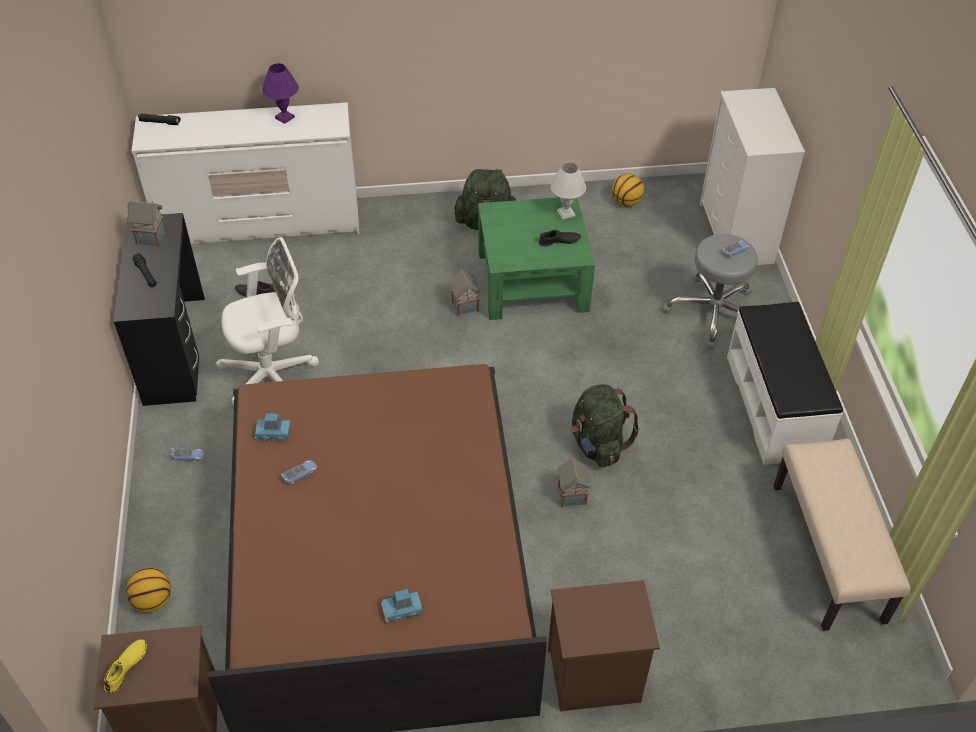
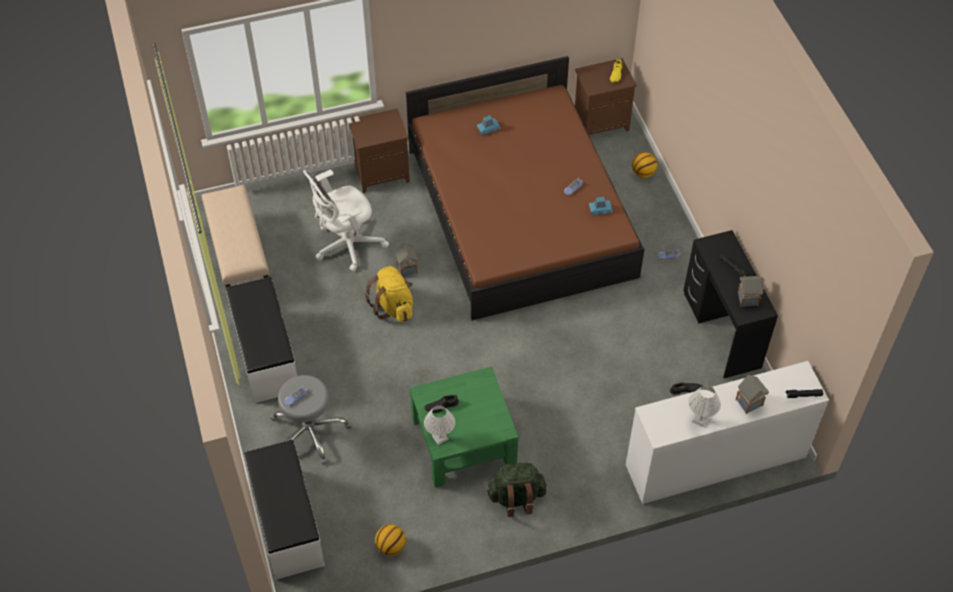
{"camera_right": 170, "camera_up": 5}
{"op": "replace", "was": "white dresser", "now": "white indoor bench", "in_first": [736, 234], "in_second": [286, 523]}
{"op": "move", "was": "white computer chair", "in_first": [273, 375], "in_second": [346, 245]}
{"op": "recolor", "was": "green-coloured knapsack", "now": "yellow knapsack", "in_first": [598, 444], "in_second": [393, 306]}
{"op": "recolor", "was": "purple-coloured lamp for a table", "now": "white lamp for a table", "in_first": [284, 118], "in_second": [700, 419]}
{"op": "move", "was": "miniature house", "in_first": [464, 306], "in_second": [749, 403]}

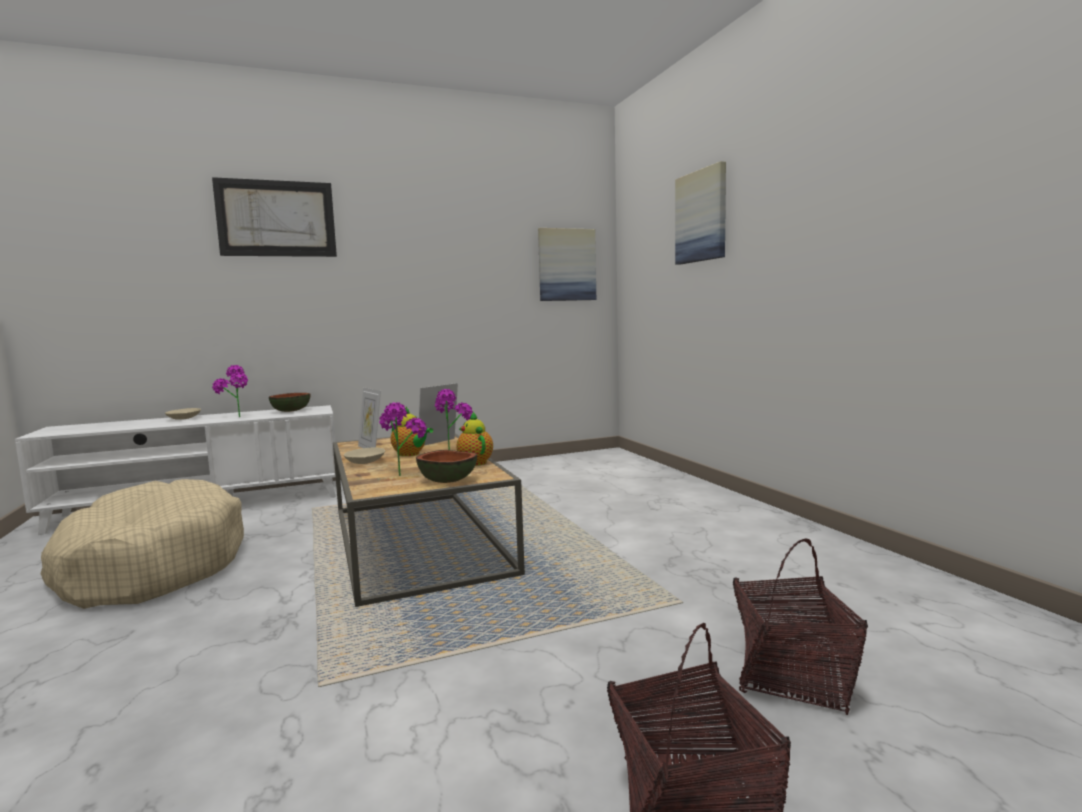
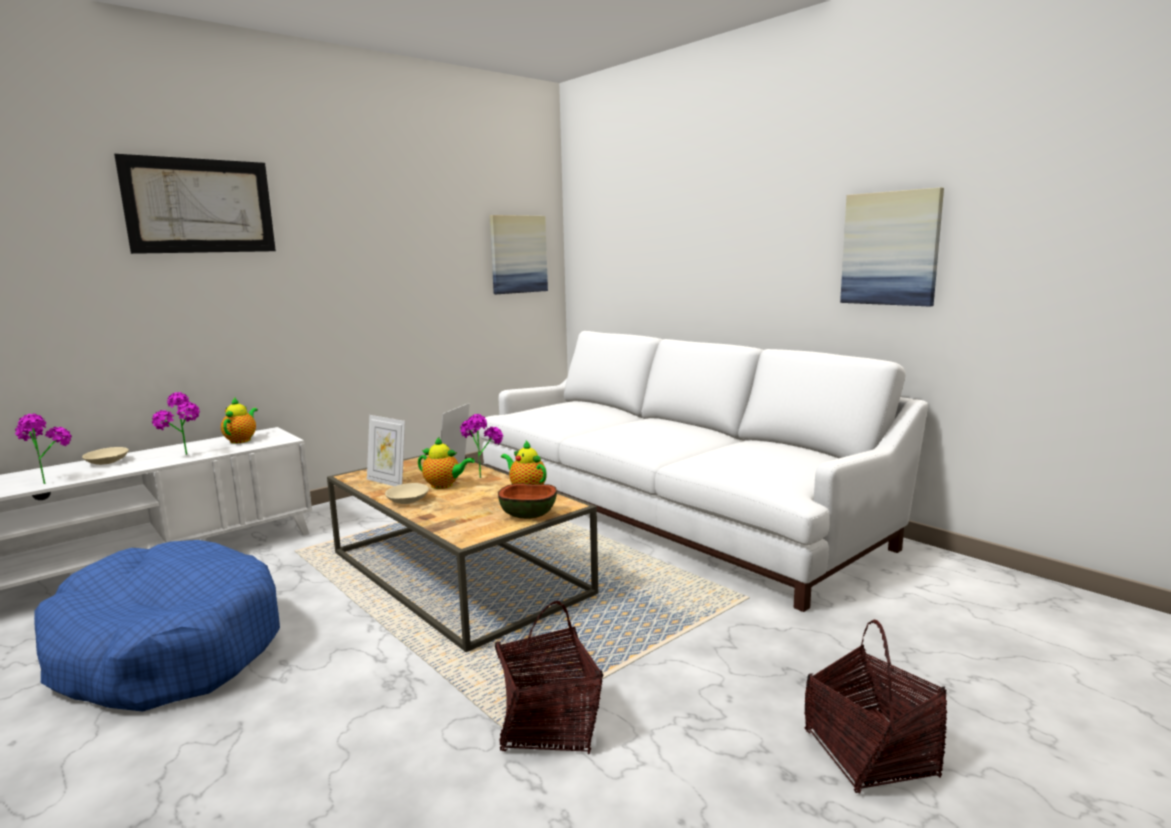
{"camera_right": -20, "camera_up": 5}
{"op": "move", "was": "plant in a pot", "in_first": [403, 473], "in_second": [49, 481]}
{"op": "recolor", "was": "beige-coloured pet bed", "now": "blue-coloured pet bed", "in_first": [150, 566], "in_second": [167, 649]}
{"op": "replace", "was": "serving bowl", "now": "pot for tea", "in_first": [291, 411], "in_second": [242, 440]}
{"op": "insert", "now": "white settee", "in_second": [669, 509]}
{"op": "move", "was": "storage basket", "in_first": [792, 677], "in_second": [549, 725]}
{"op": "move", "was": "wall picture", "in_first": [701, 216], "in_second": [890, 248]}

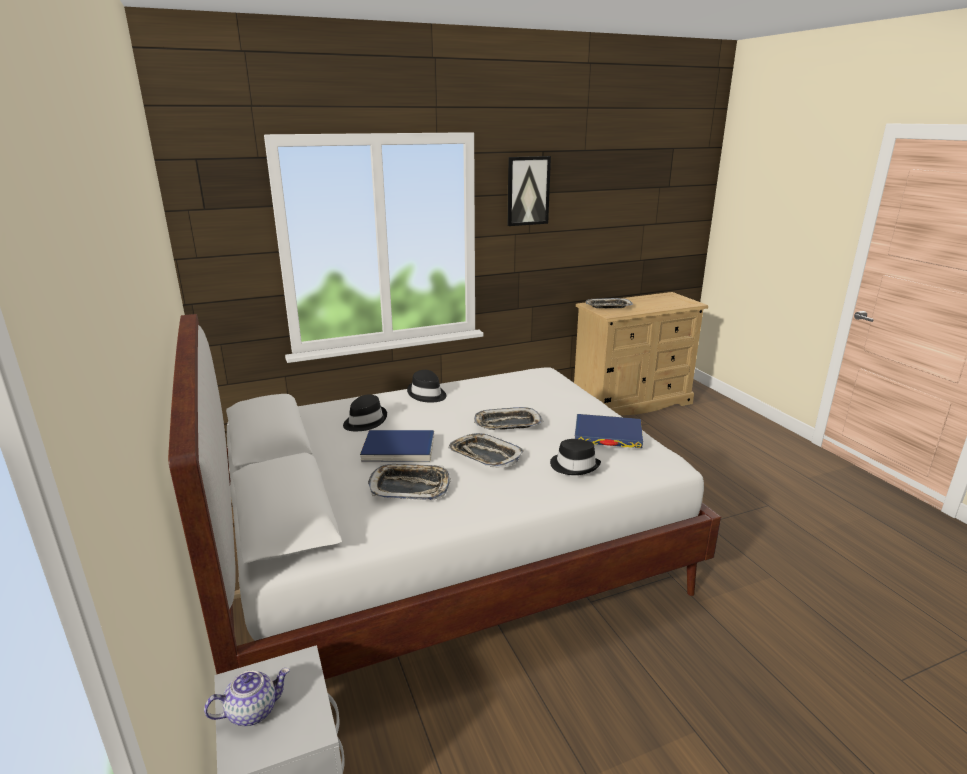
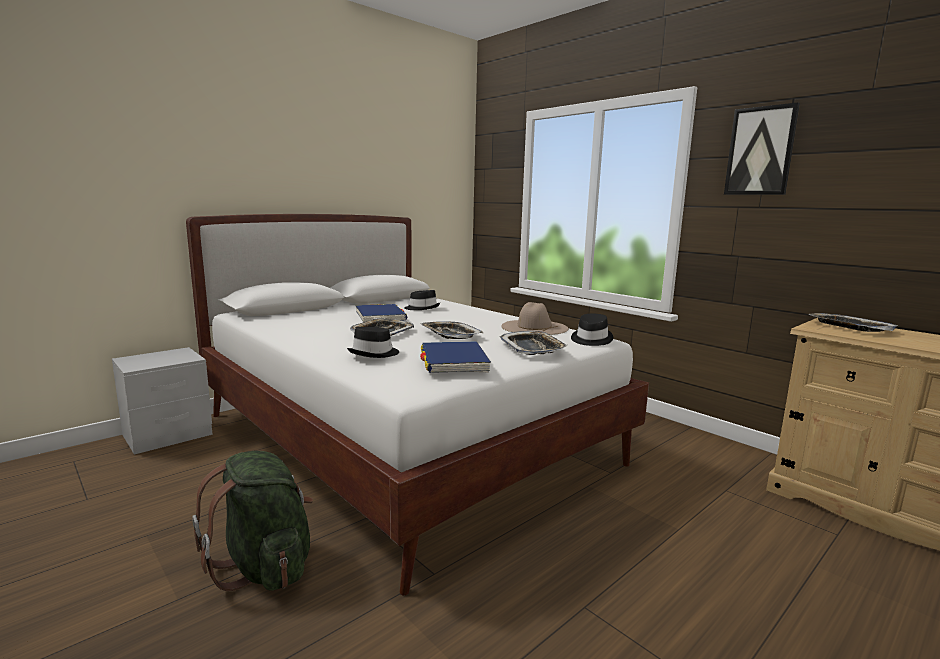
{"camera_right": 70, "camera_up": -10}
{"op": "insert", "now": "green-coloured knapsack", "in_second": [265, 566]}
{"op": "move", "was": "carrying tray", "in_first": [410, 487], "in_second": [532, 348]}
{"op": "insert", "now": "beige-coloured clothing hat", "in_second": [534, 327]}
{"op": "move", "was": "black clothing hat", "in_first": [427, 394], "in_second": [590, 339]}
{"op": "delete", "was": "pot for tea", "in_first": [252, 710]}

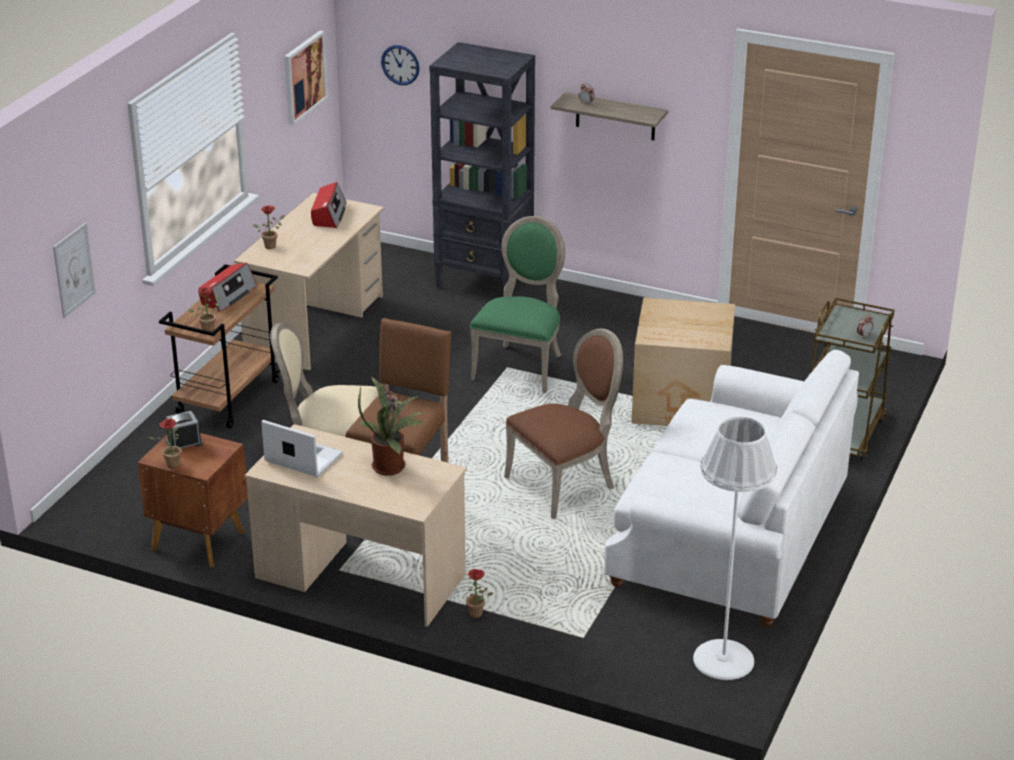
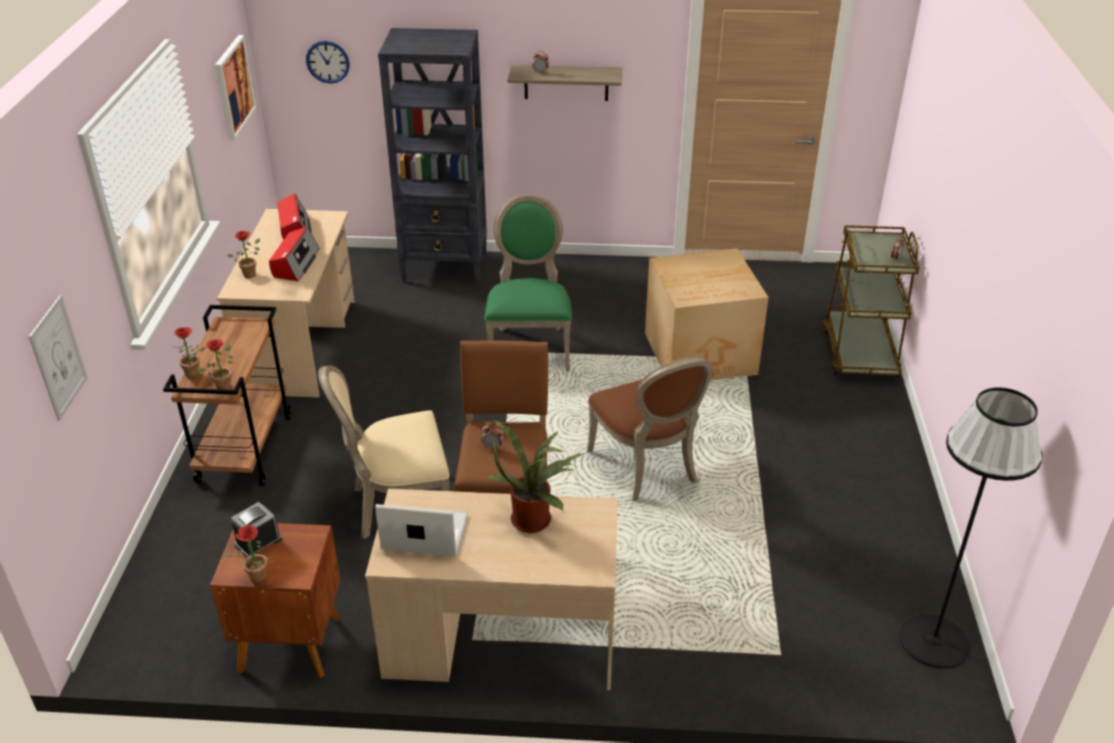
{"camera_right": -20, "camera_up": 5}
{"op": "move", "was": "plant in a pot", "in_first": [478, 614], "in_second": [195, 374]}
{"op": "move", "was": "radio set", "in_first": [227, 295], "in_second": [295, 264]}
{"op": "rotate", "was": "brownish chair", "in_first": [565, 483], "in_second": [648, 468], "clockwise": 120}
{"op": "recolor", "was": "white standing lamp", "now": "black standing lamp", "in_first": [724, 660], "in_second": [934, 641]}
{"op": "delete", "was": "white settee", "in_first": [730, 537]}

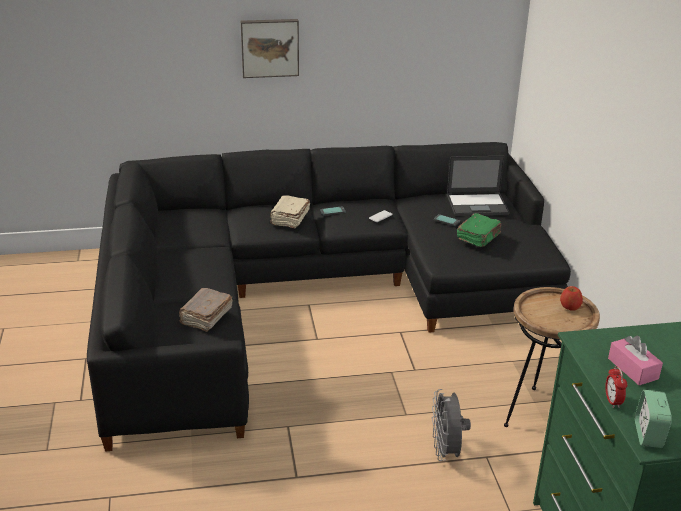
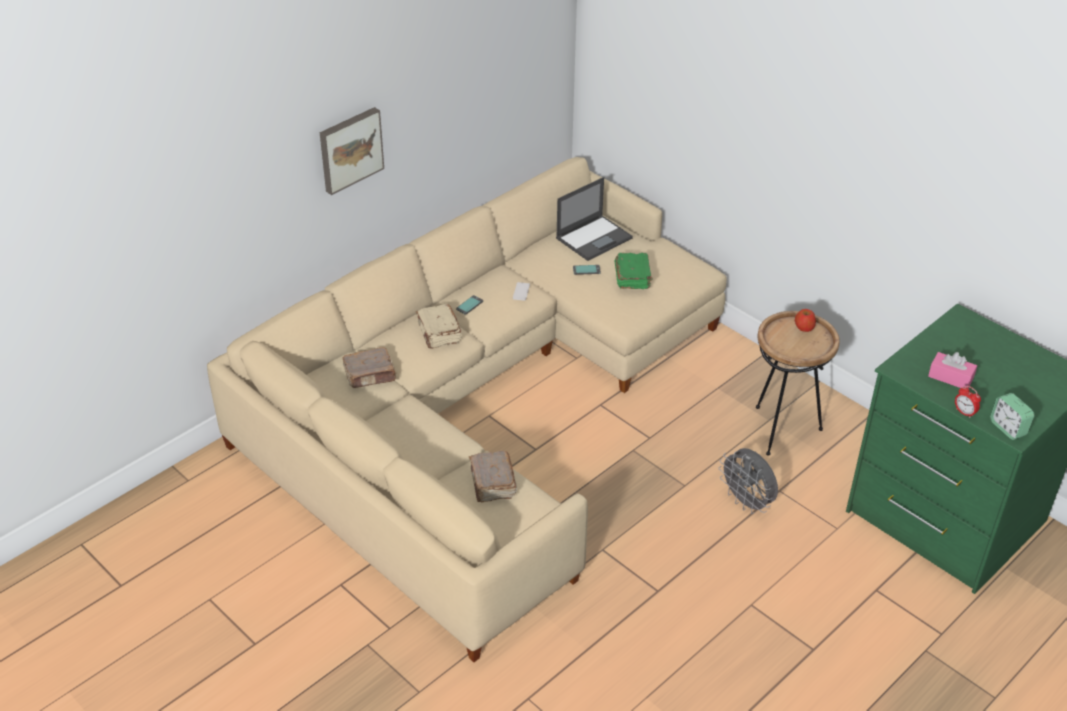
{"camera_right": -35, "camera_up": 10}
{"op": "recolor", "was": "black settee", "now": "beige-coloured settee", "in_first": [307, 296], "in_second": [477, 406]}
{"op": "insert", "now": "brownish volume", "in_second": [370, 375]}

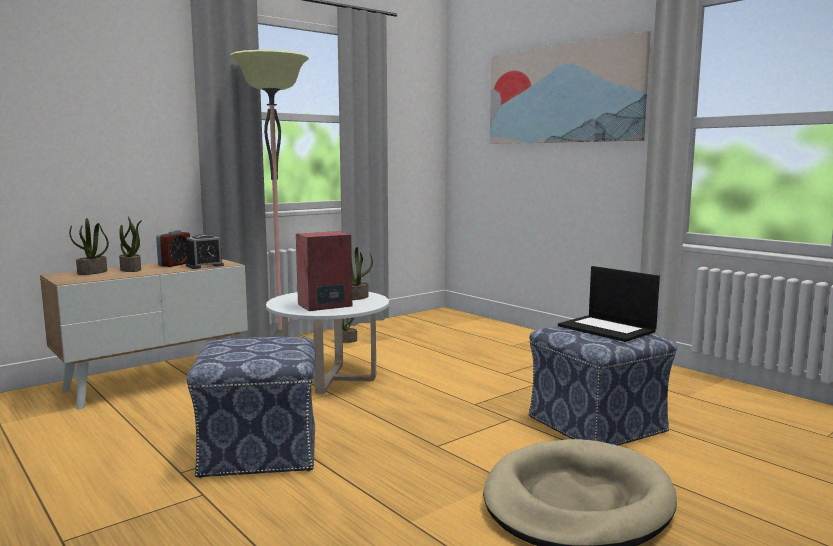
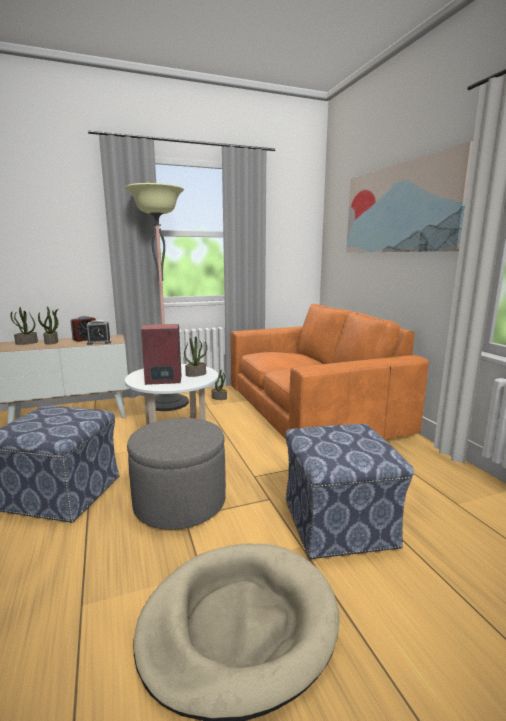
{"camera_right": 20, "camera_up": 5}
{"op": "insert", "now": "grey pouffe", "in_second": [180, 502]}
{"op": "insert", "now": "orangey settee", "in_second": [312, 410]}
{"op": "delete", "was": "laptop", "in_first": [608, 329]}

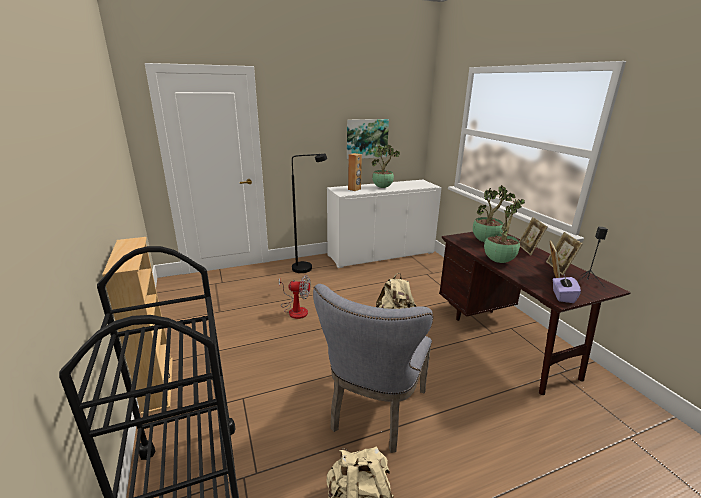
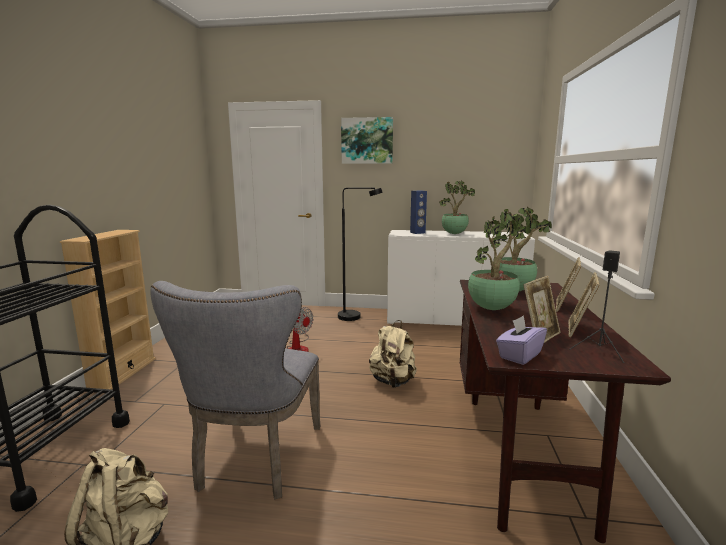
{"camera_right": 30, "camera_up": -10}
{"op": "rotate", "was": "grey chair", "in_first": [374, 413], "in_second": [255, 461], "clockwise": -45}
{"op": "move", "was": "wall picture", "in_first": [367, 138], "in_second": [367, 141]}
{"op": "recolor", "was": "brownish speaker", "now": "blue-coloured speaker", "in_first": [354, 189], "in_second": [417, 232]}

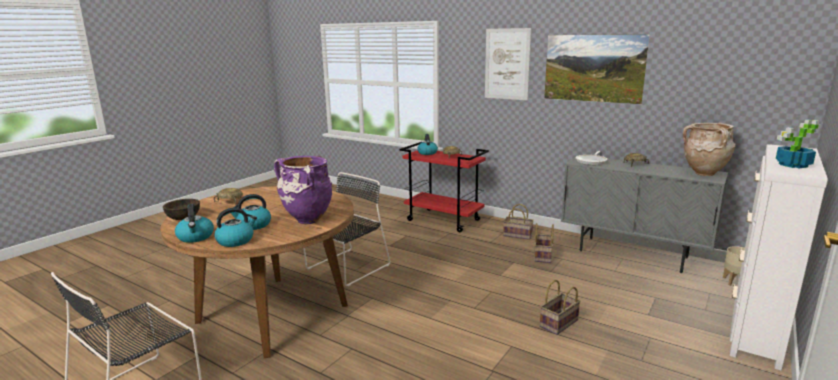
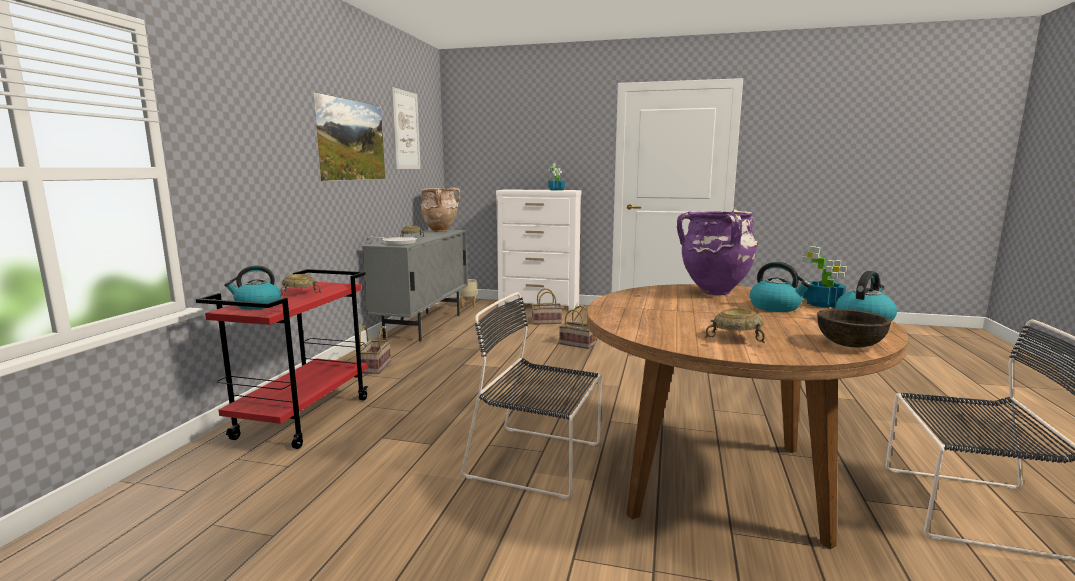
{"camera_right": -110, "camera_up": -5}
{"op": "move", "was": "wall picture", "in_first": [507, 64], "in_second": [406, 130]}
{"op": "move", "was": "storage basket", "in_first": [543, 256], "in_second": [547, 322]}
{"op": "replace", "was": "tea kettle", "now": "plant in a pot", "in_first": [236, 241], "in_second": [822, 304]}

